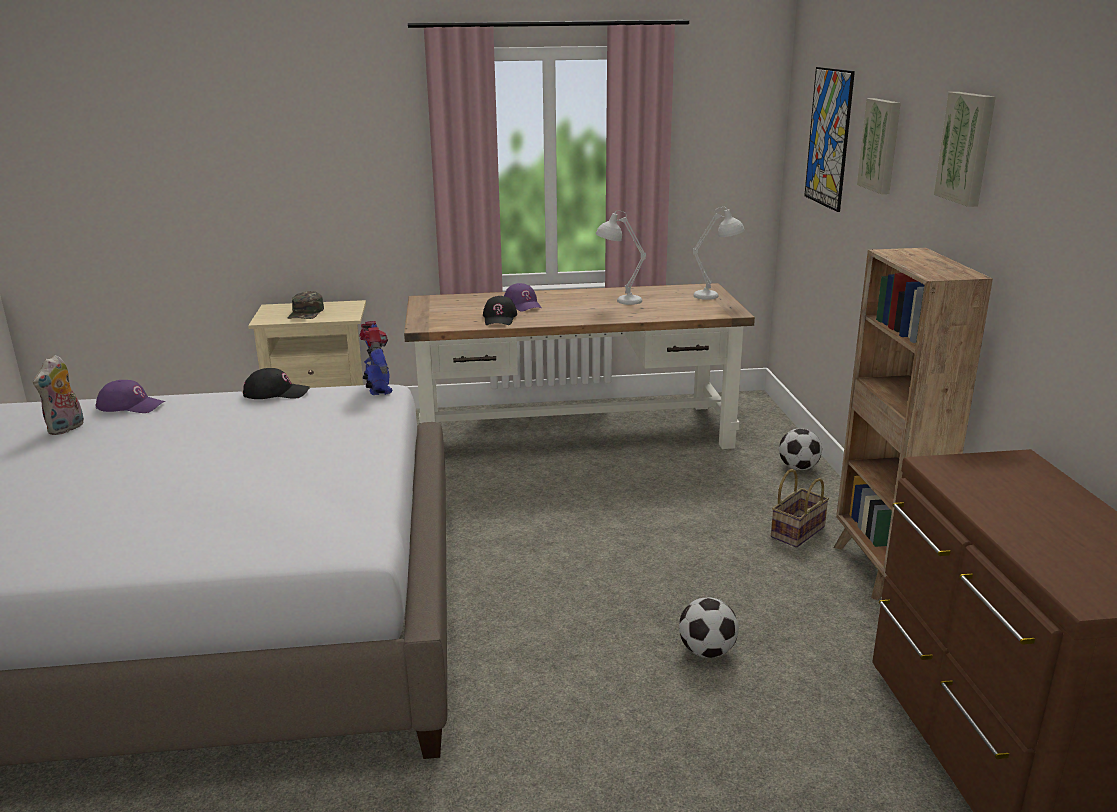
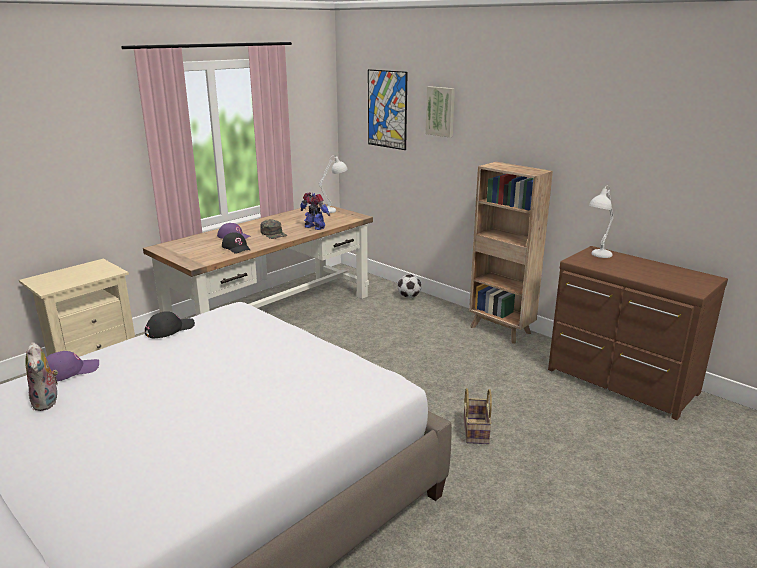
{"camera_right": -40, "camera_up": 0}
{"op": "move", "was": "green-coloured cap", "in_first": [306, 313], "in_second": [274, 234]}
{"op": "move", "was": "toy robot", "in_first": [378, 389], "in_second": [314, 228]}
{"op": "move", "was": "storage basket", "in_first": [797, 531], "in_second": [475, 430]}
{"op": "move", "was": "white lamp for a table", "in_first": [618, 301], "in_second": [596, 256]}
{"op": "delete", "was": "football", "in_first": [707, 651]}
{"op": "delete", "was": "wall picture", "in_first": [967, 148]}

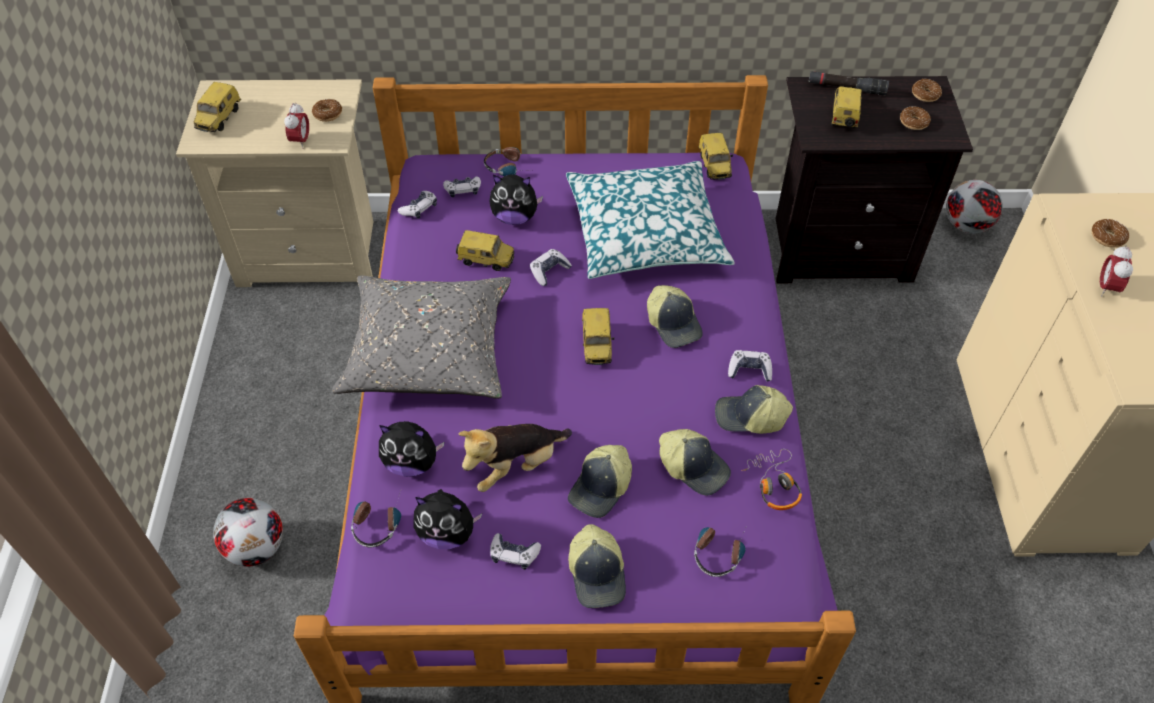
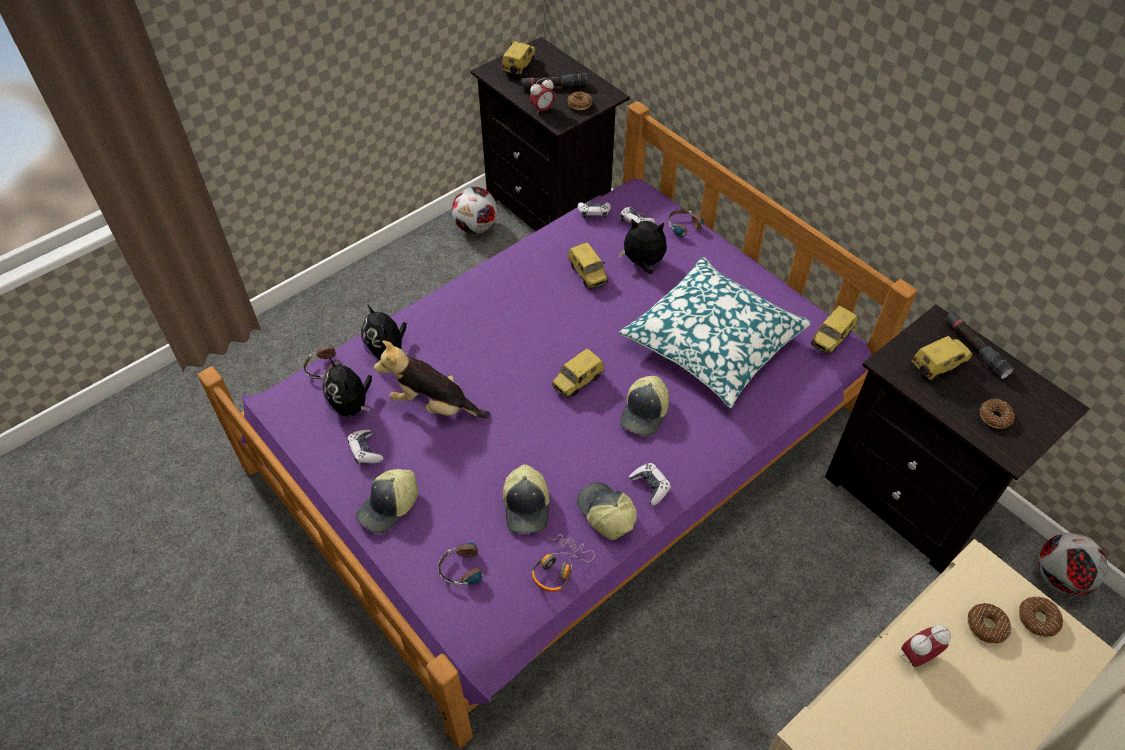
{"camera_right": 50, "camera_up": 0}
{"op": "move", "was": "football", "in_first": [257, 547], "in_second": [476, 227]}
{"op": "recolor", "was": "beige-coloured bedside table", "now": "black bedside table", "in_first": [312, 252], "in_second": [552, 207]}
{"op": "rotate", "was": "model car", "in_first": [220, 119], "in_second": [519, 67], "clockwise": 135}
{"op": "insert", "now": "black flashlight", "in_second": [554, 86]}
{"op": "rotate", "was": "plush toy", "in_first": [515, 217], "in_second": [643, 263], "clockwise": 135}
{"op": "move", "was": "doughnut", "in_first": [925, 94], "in_second": [1037, 619]}
{"op": "delete", "was": "grey cushion", "in_first": [428, 350]}
{"op": "delete", "was": "game controller", "in_first": [549, 271]}
{"op": "delete", "was": "cap", "in_first": [601, 488]}

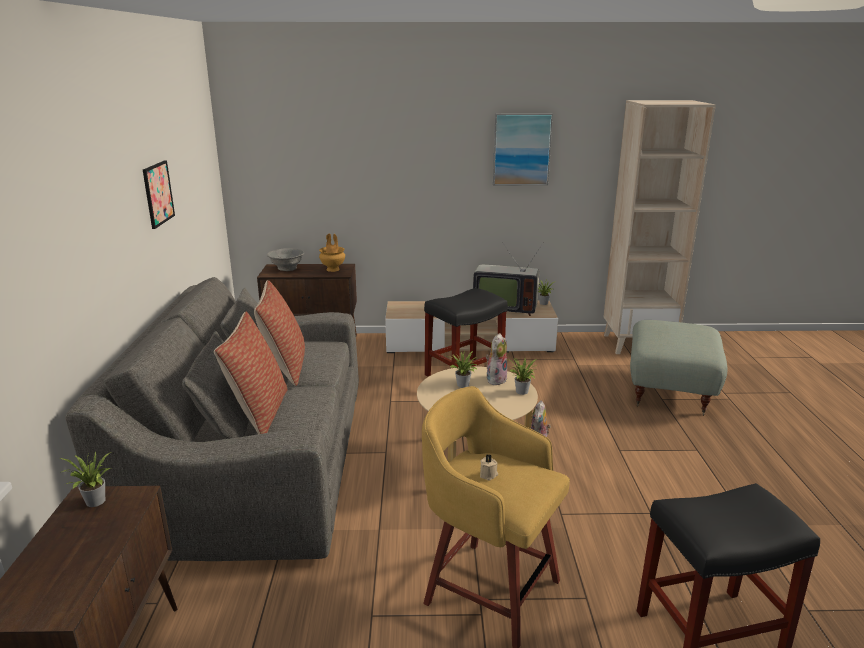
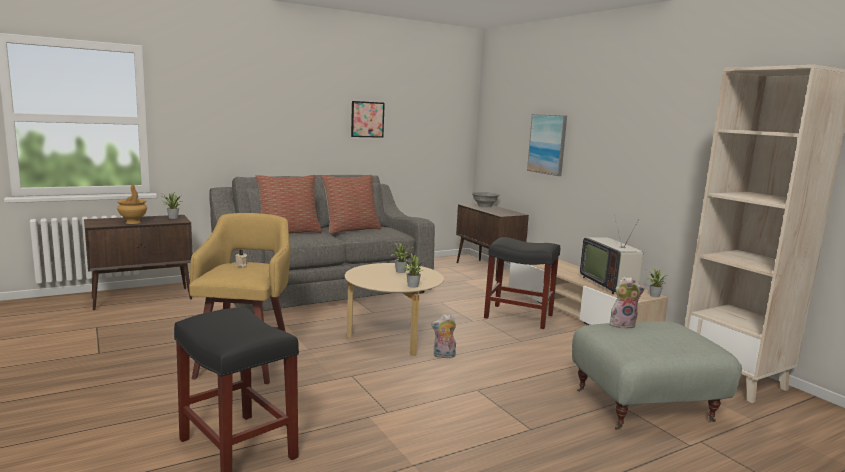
{"camera_right": 60, "camera_up": -10}
{"op": "move", "was": "brownish decorative vase", "in_first": [333, 269], "in_second": [133, 222]}
{"op": "move", "was": "wall picture", "in_first": [521, 149], "in_second": [547, 144]}
{"op": "move", "was": "plush toy", "in_first": [495, 379], "in_second": [622, 324]}

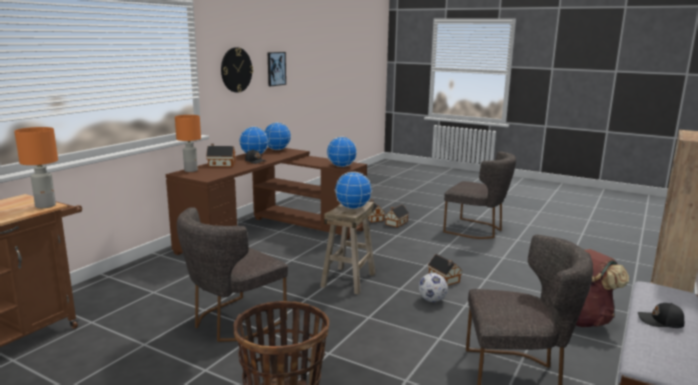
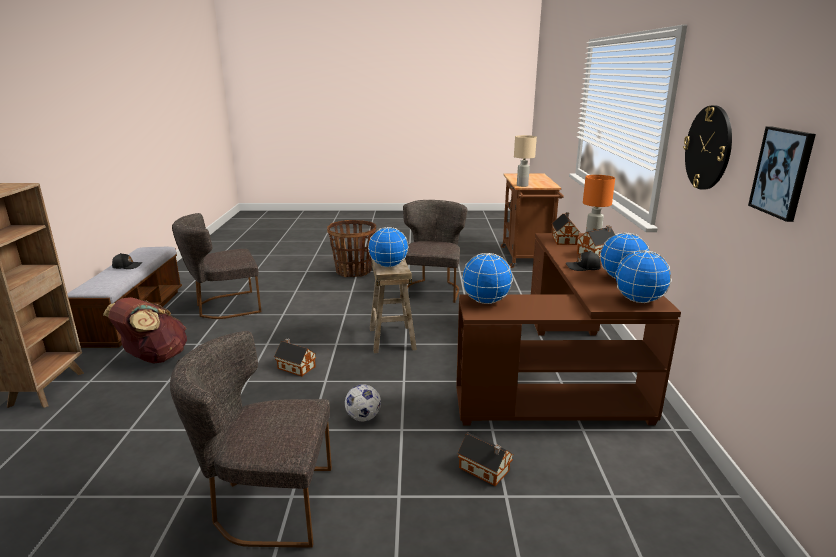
{"camera_right": 150, "camera_up": 5}
{"op": "move", "was": "football", "in_first": [432, 300], "in_second": [363, 417]}
{"op": "recolor", "was": "orangey lamp for a table", "now": "beige-coloured lamp for a table", "in_first": [46, 205], "in_second": [522, 185]}
{"op": "move", "was": "miniature house", "in_first": [395, 223], "in_second": [564, 240]}

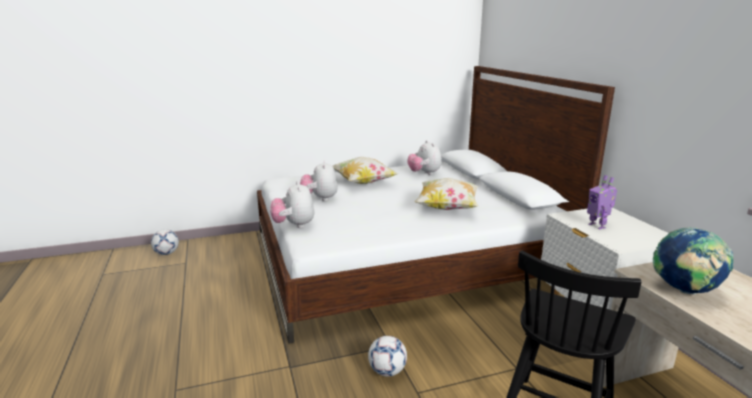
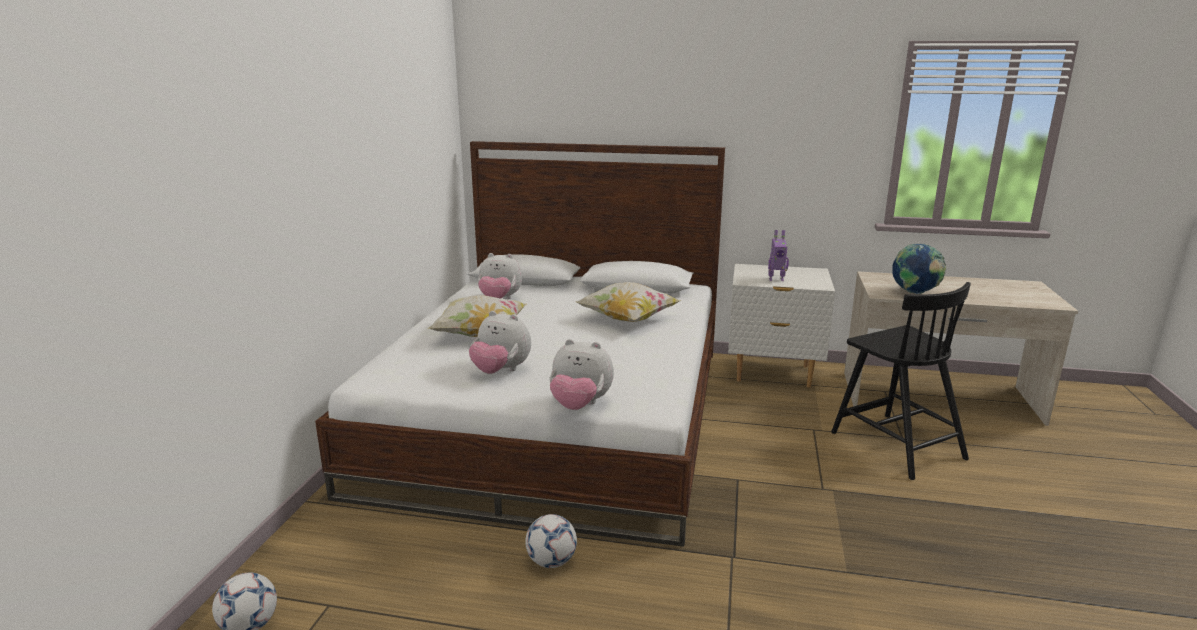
{"camera_right": -60, "camera_up": 0}
{"op": "move", "was": "football", "in_first": [387, 371], "in_second": [551, 562]}

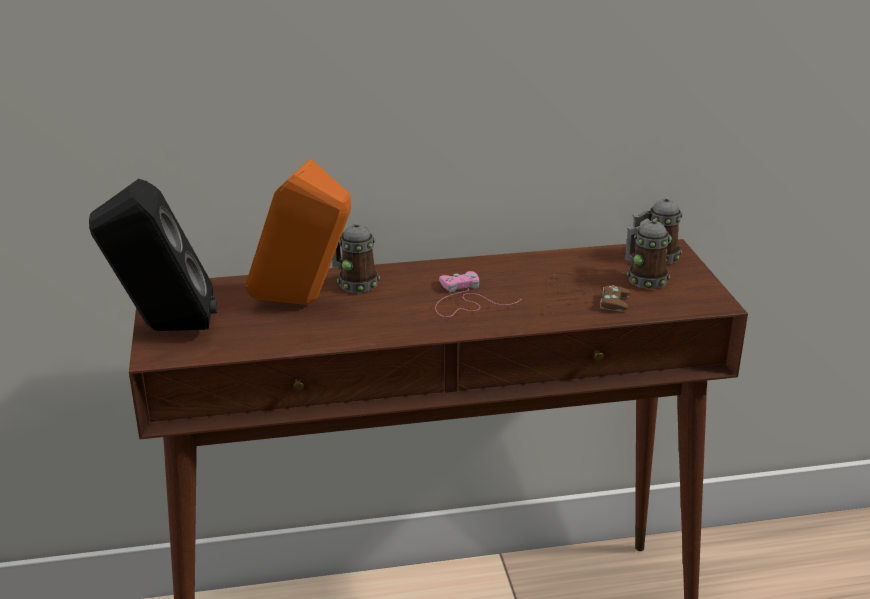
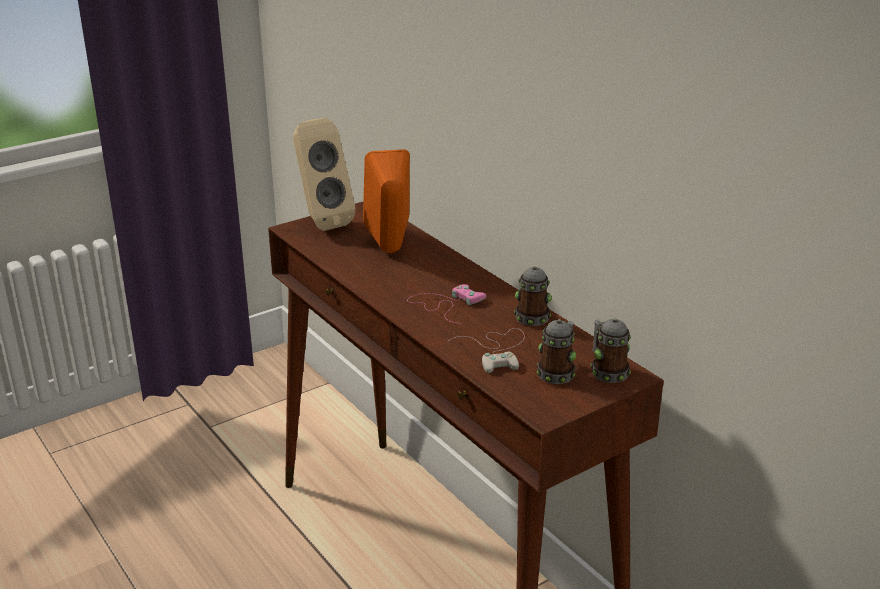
{"camera_right": 65, "camera_up": 0}
{"op": "recolor", "was": "black speaker", "now": "beige-coloured speaker", "in_first": [163, 329], "in_second": [321, 221]}
{"op": "recolor", "was": "brownish game controller", "now": "white game controller", "in_first": [583, 296], "in_second": [497, 350]}
{"op": "move", "was": "tea mug", "in_first": [354, 283], "in_second": [532, 315]}

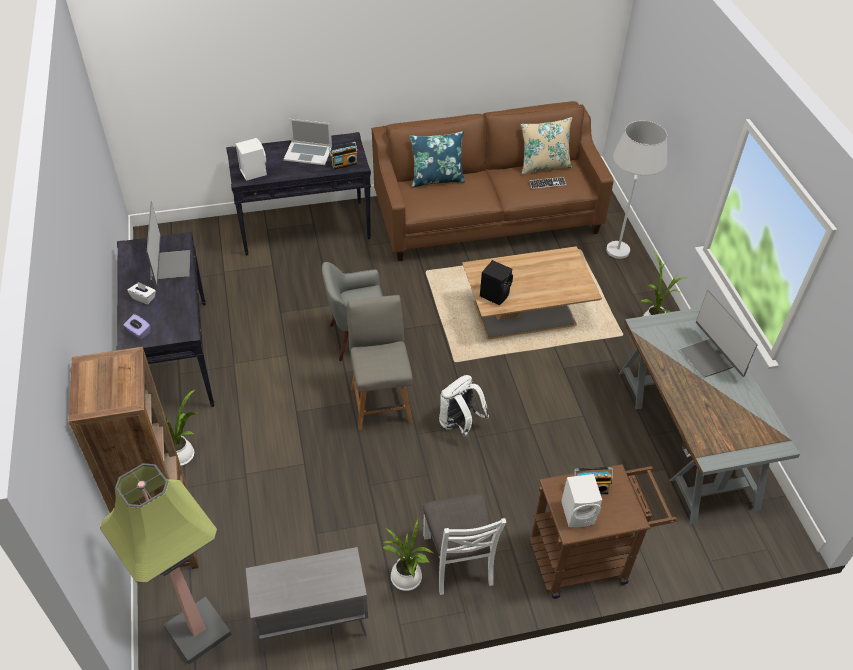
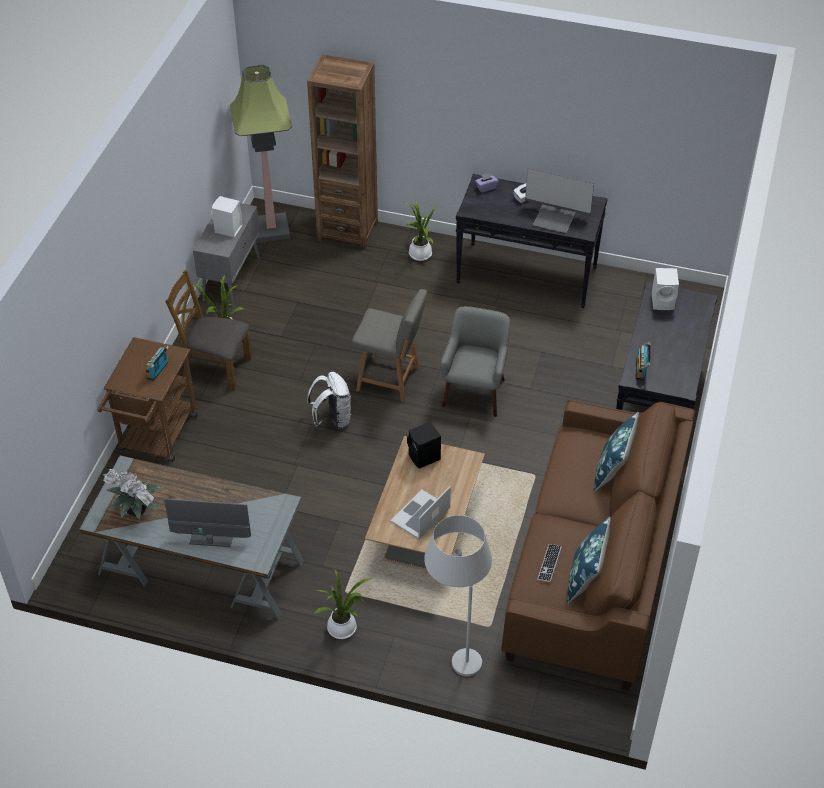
{"camera_right": 120, "camera_up": 0}
{"op": "insert", "now": "plant in a pot", "in_second": [137, 512]}
{"op": "recolor", "was": "white chair", "now": "brownish chair", "in_first": [459, 559], "in_second": [216, 367]}
{"op": "move", "was": "white speaker", "in_first": [579, 513], "in_second": [227, 229]}
{"op": "move", "was": "laptop", "in_first": [308, 153], "in_second": [421, 515]}
{"op": "recolor", "was": "beige-coloured cushion", "now": "blue-coloured cushion", "in_first": [543, 166], "in_second": [585, 578]}

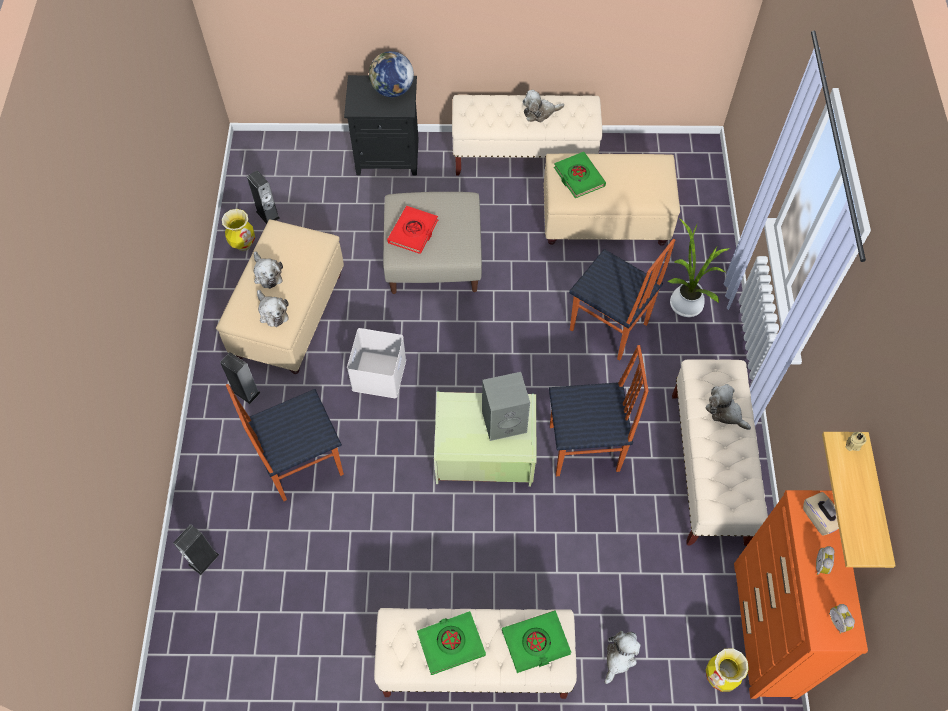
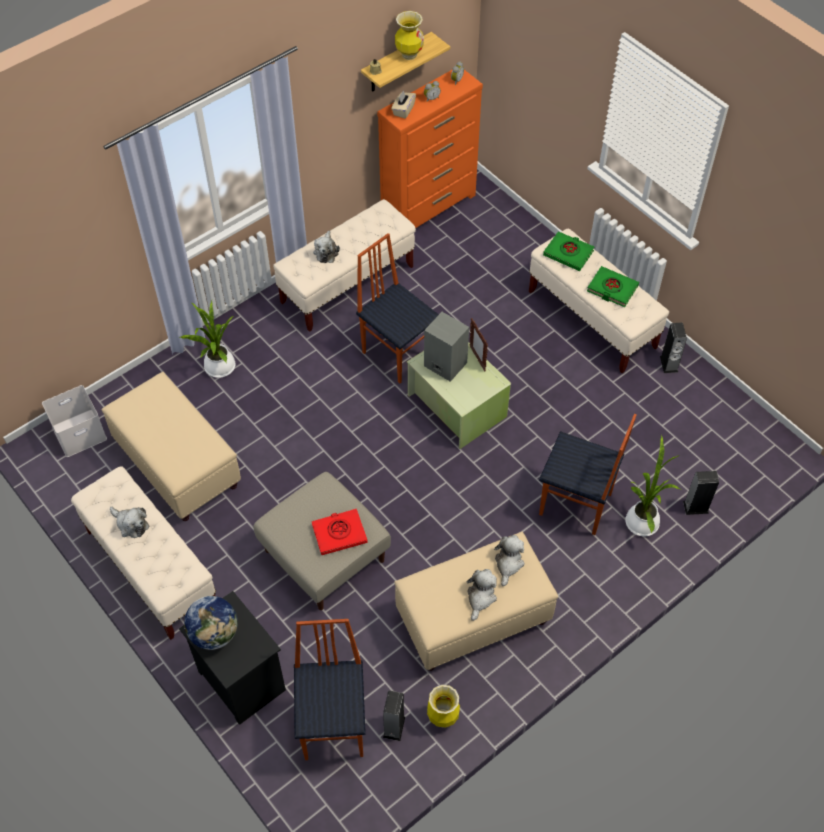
{"camera_right": -130, "camera_up": -5}
{"op": "move", "was": "white storage box", "in_first": [378, 373], "in_second": [79, 434]}
{"op": "move", "was": "chair", "in_first": [608, 328], "in_second": [334, 725]}
{"op": "move", "was": "decorative vase", "in_first": [720, 677], "in_second": [409, 54]}
{"op": "insert", "now": "standing frame", "in_second": [477, 358]}
{"op": "insert", "now": "plant in a pot", "in_second": [642, 520]}
{"op": "move", "was": "speaker", "in_first": [246, 392], "in_second": [669, 364]}
{"op": "delete", "was": "green-coloured volume", "in_first": [579, 177]}
{"op": "delete", "was": "plush toy", "in_first": [619, 658]}

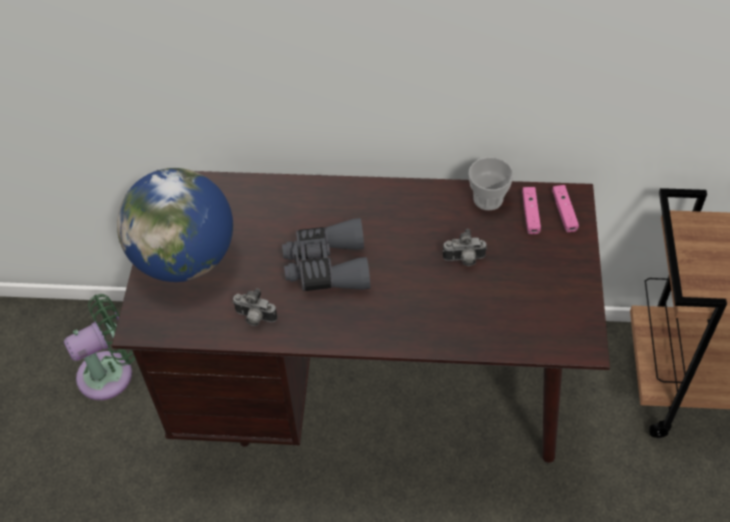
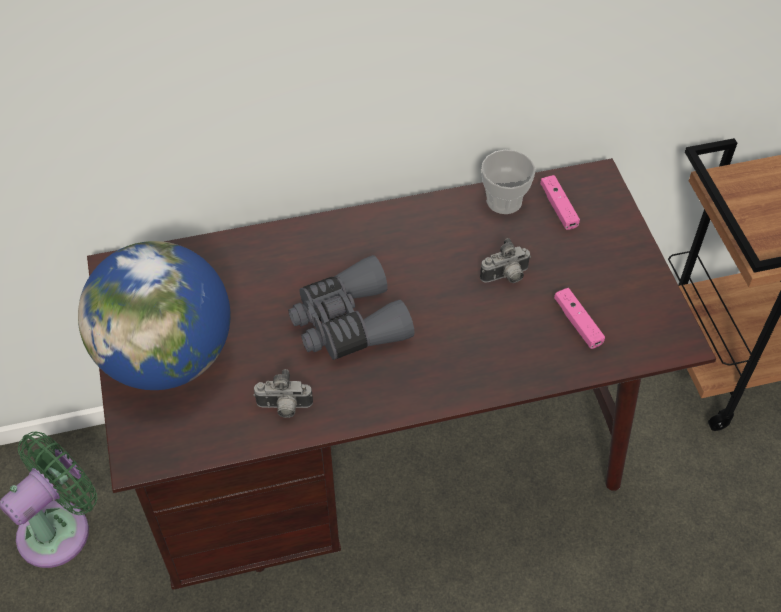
{"camera_right": -20, "camera_up": 0}
{"op": "move", "was": "pink-coloured game controller", "in_first": [564, 212], "in_second": [577, 323]}

